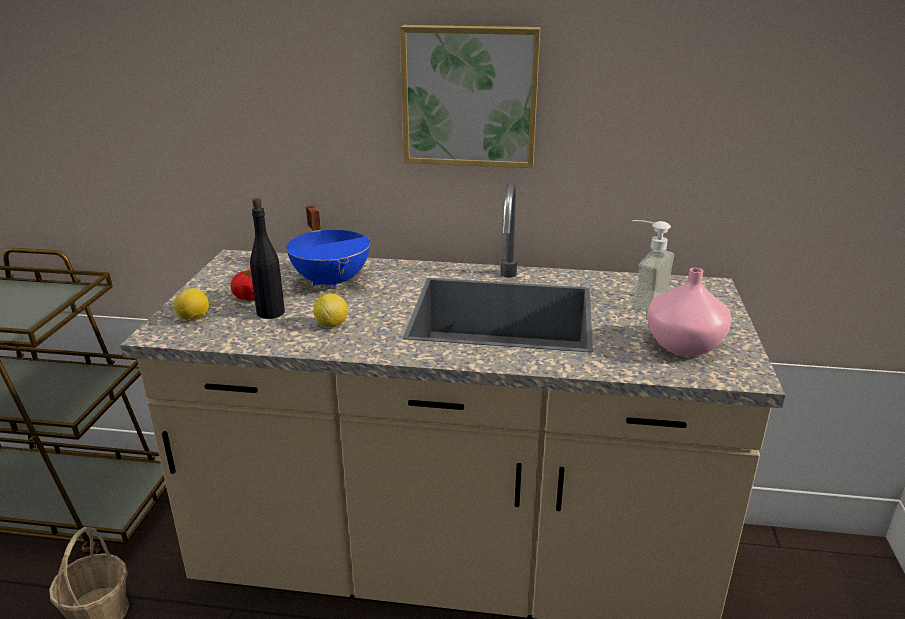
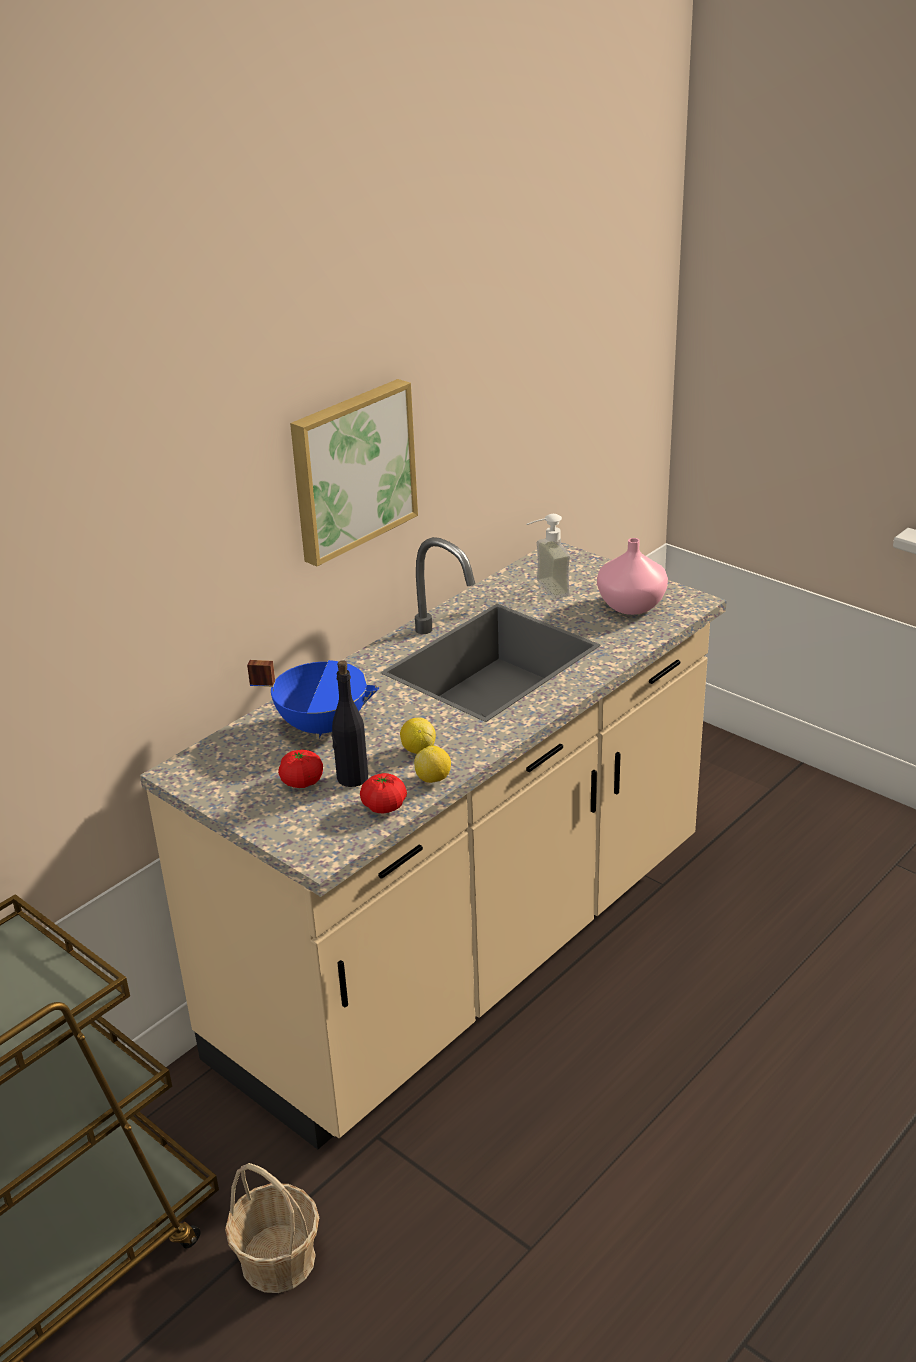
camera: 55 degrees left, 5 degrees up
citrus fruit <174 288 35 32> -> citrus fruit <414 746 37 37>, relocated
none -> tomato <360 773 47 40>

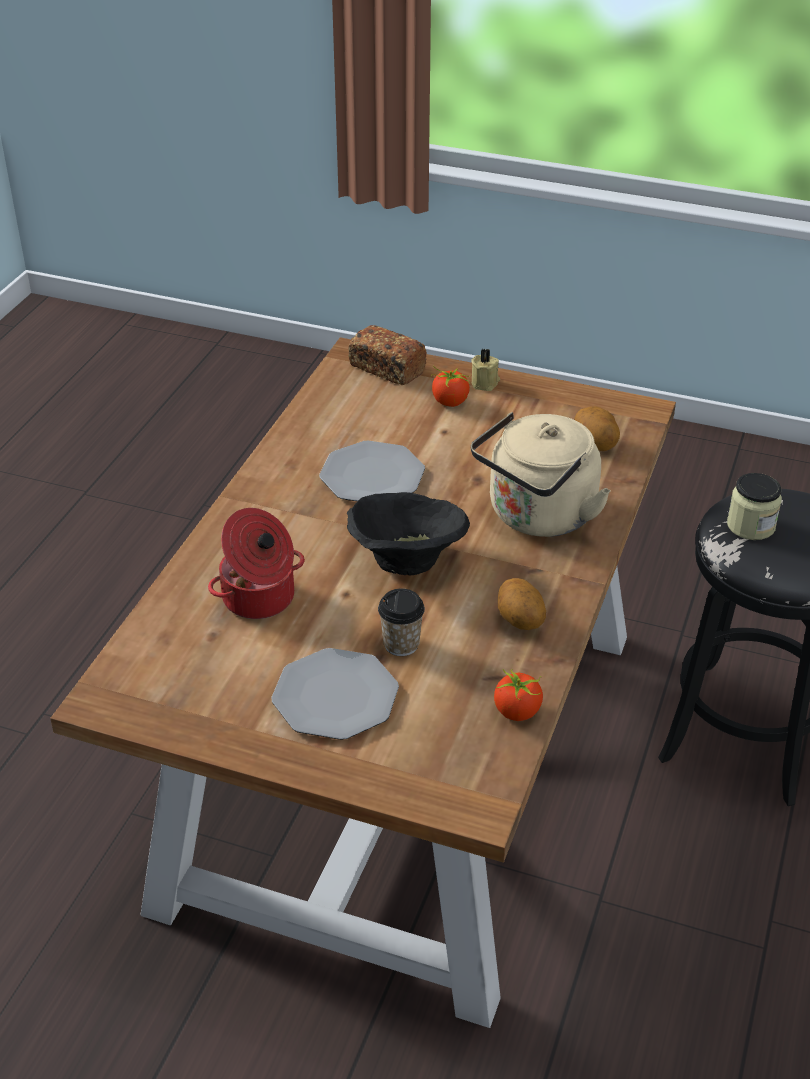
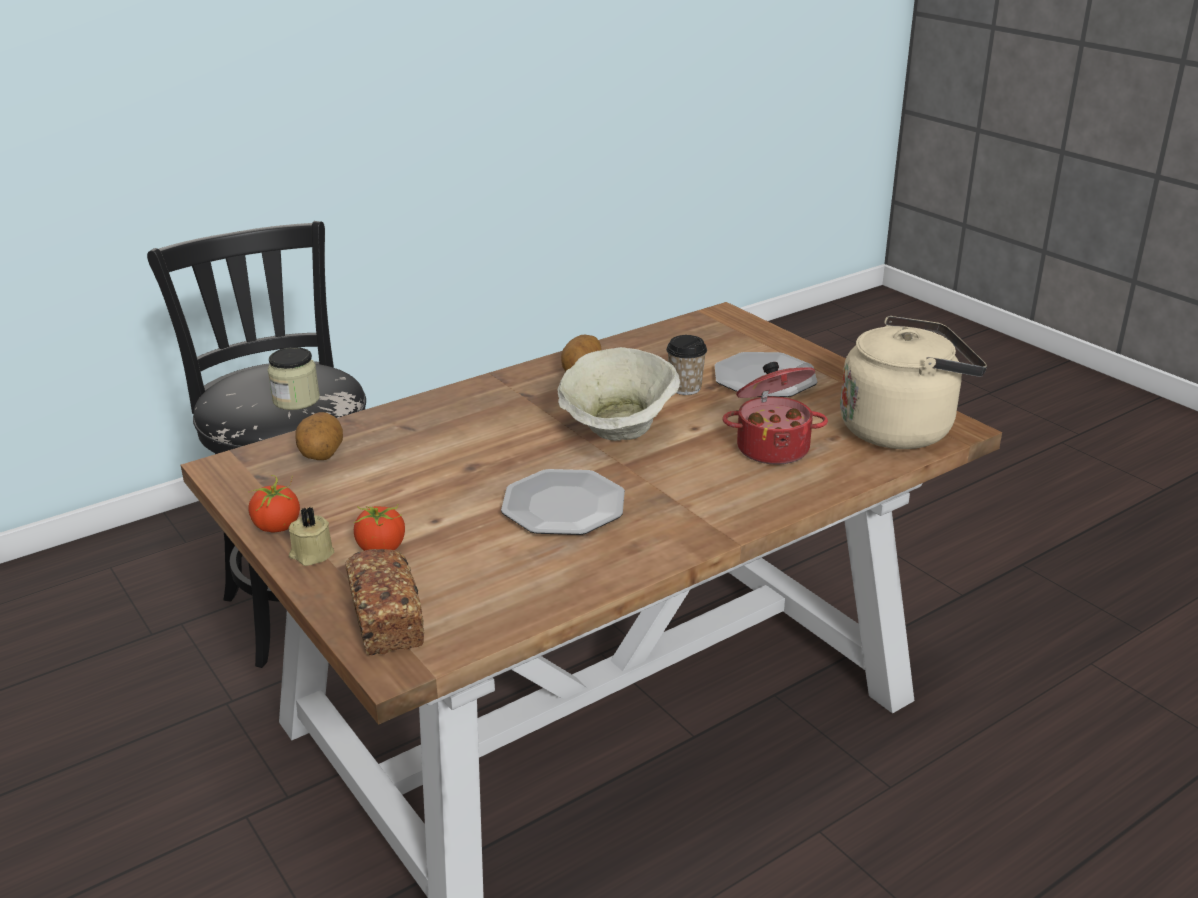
camera: 145 degrees left, 10 degrees down
black bowl <347 492 123 83> -> sand-coloured bowl <557 347 123 94>
sand-coloured tea kettle <471 412 140 125> -> sand-coloured tea kettle <840 316 147 133>, relocated
tomato <494 669 49 52> -> tomato <248 475 52 57>, relocated

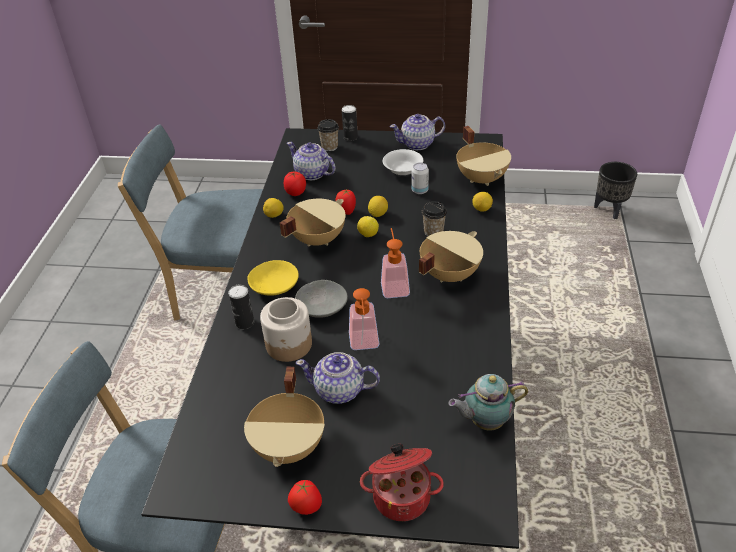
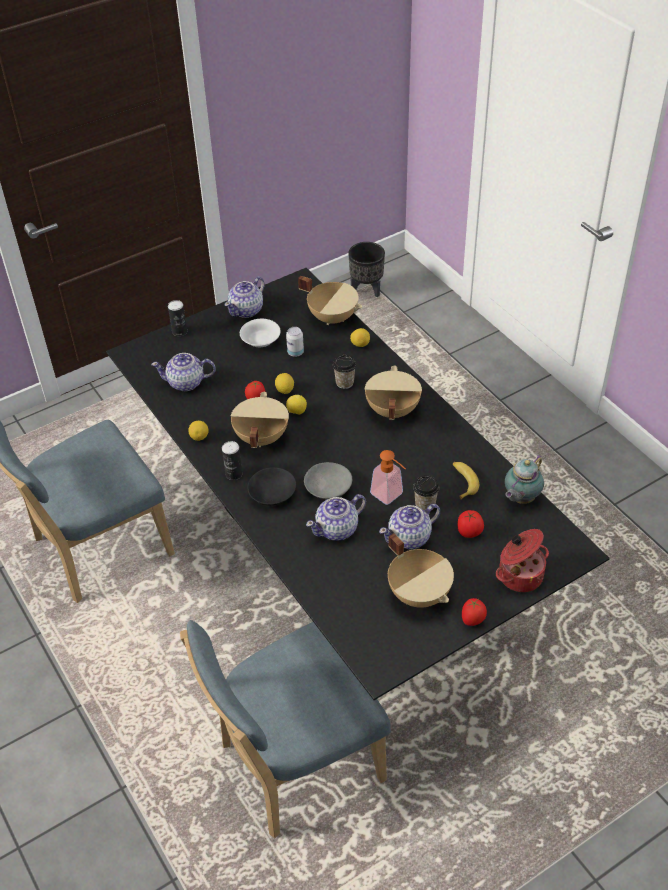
camera: 40 degrees left, 5 degrees up
metal can <228 285 26 44> -> metal can <222 441 20 39>, relocated
yellowish bowl <247 260 52 36> -> black bowl <247 467 49 38>
jar <260 297 52 65> -> teapot <306 494 60 47>
tomato <284 172 22 24> -> tomato <457 510 27 28>, relocated
drinking cup <318 119 21 32> -> drinking cup <413 475 26 35>, relocated
soap dispenser <381 228 29 70> -> none
none -> banana <453 462 26 38>

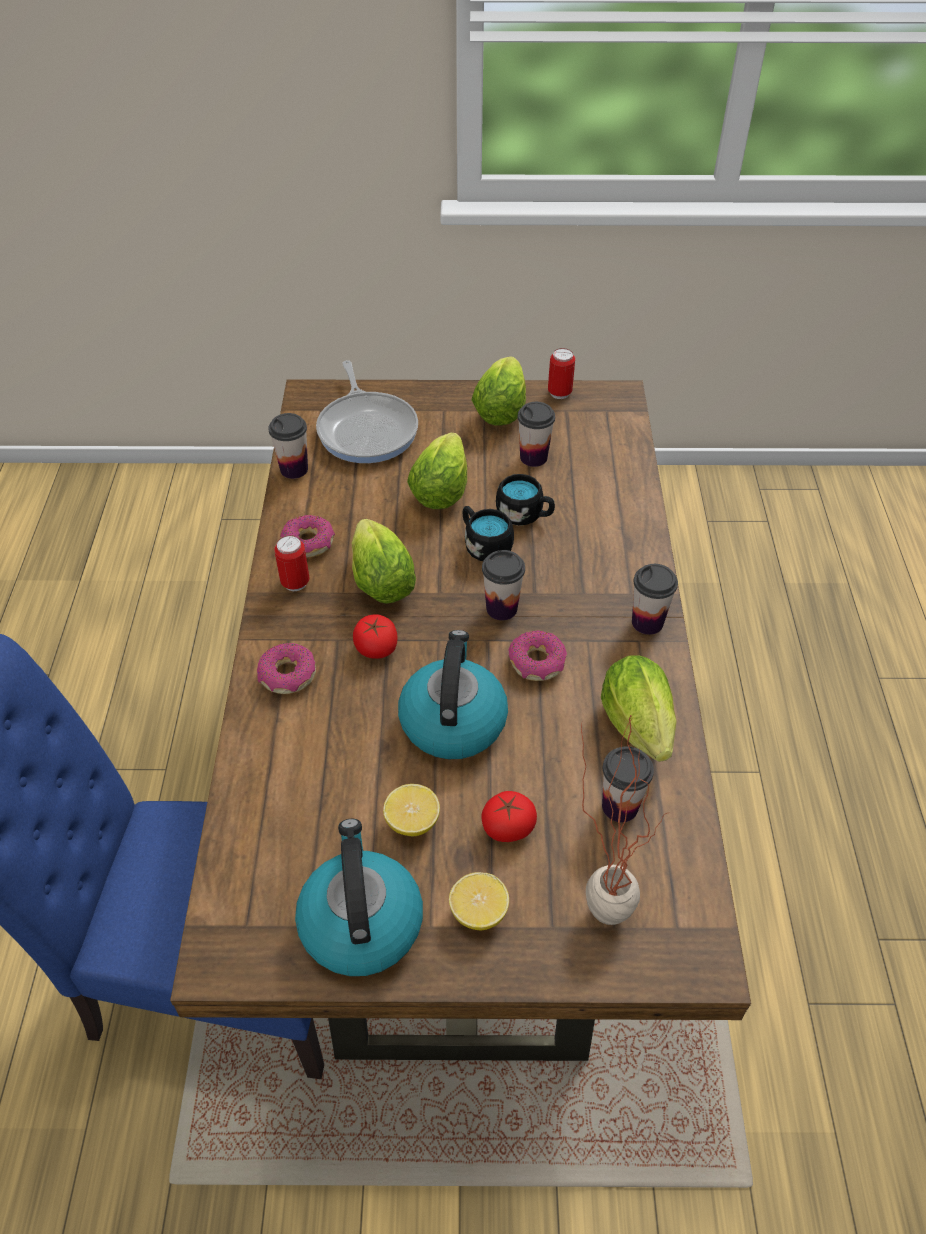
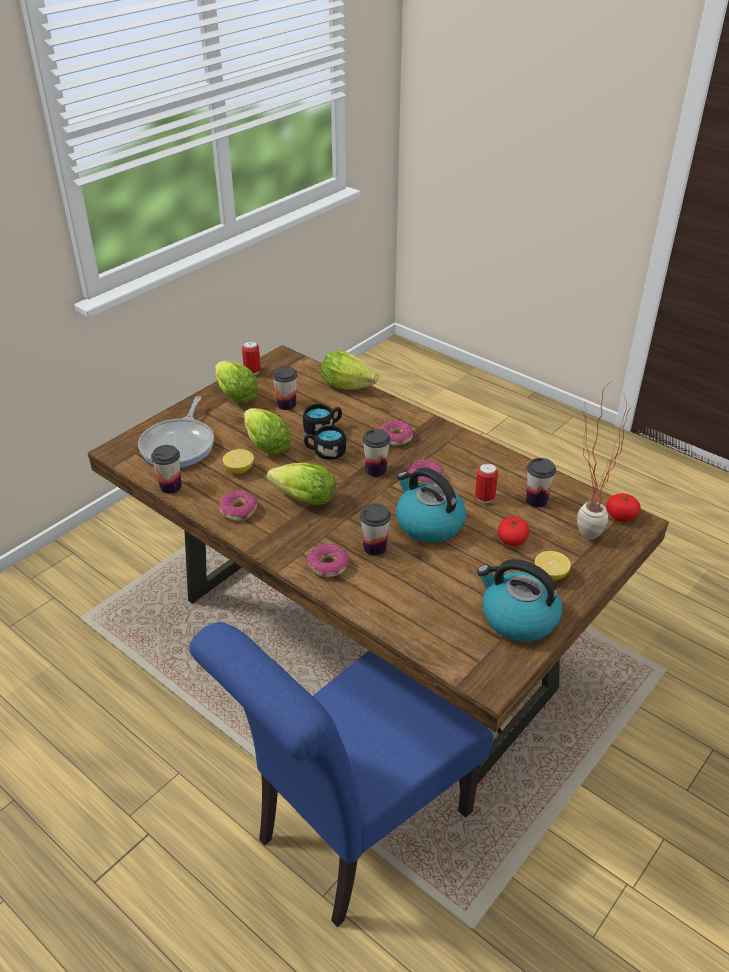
camera: 50 degrees left, 10 degrees down
metal can <274 535 35 56> -> metal can <475 463 23 40>, relocated
frying pan <316 360 102 103> -> frying pan <138 396 76 72>, 75 degrees clockwise
tomato <353 614 45 45> -> tomato <606 493 35 29>, relocated
citrus fruit <383 784 57 52> -> citrus fruit <223 449 31 25>, relocated
lettuce <601 655 76 107> -> lettuce <321 350 57 39>, relocated
drinking cup <632 564 46 71> -> drinking cup <360 504 31 52>, relocated
none -> donut <380 420 33 25>

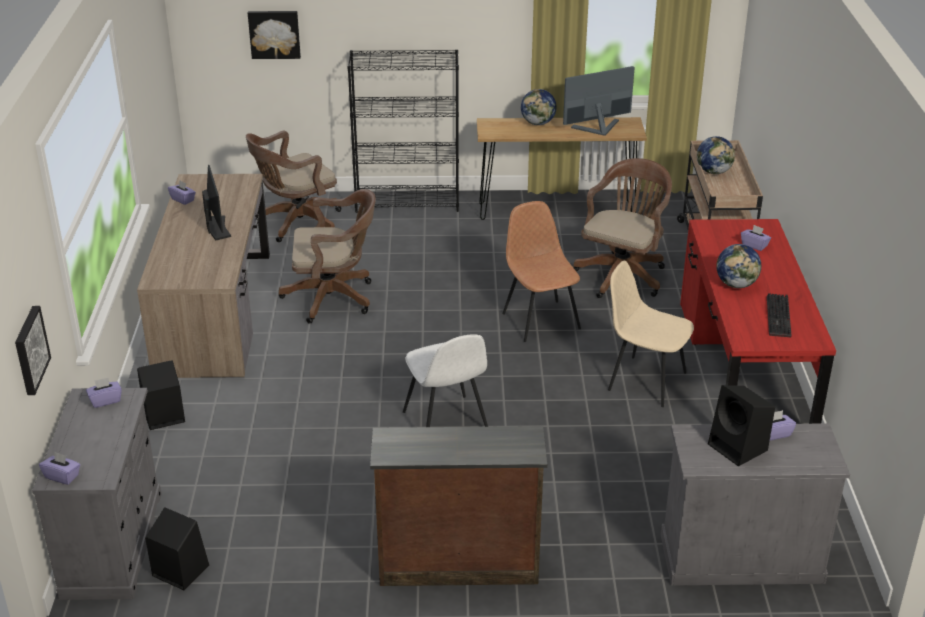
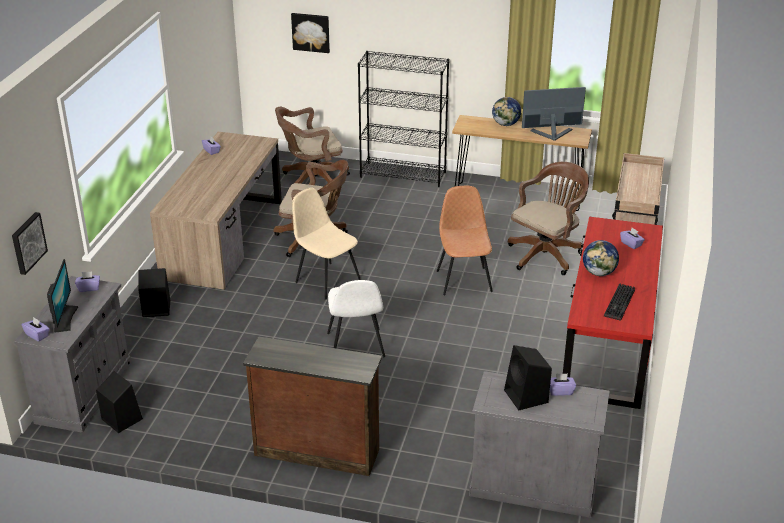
camera: 15 degrees right, 0 degrees up
monitor <202 165 29 76> -> monitor <47 259 31 74>, relocated
sand-coloured chair <608 260 86 147> -> sand-coloured chair <292 188 68 112>, relocated
globe <697 136 38 38> -> none

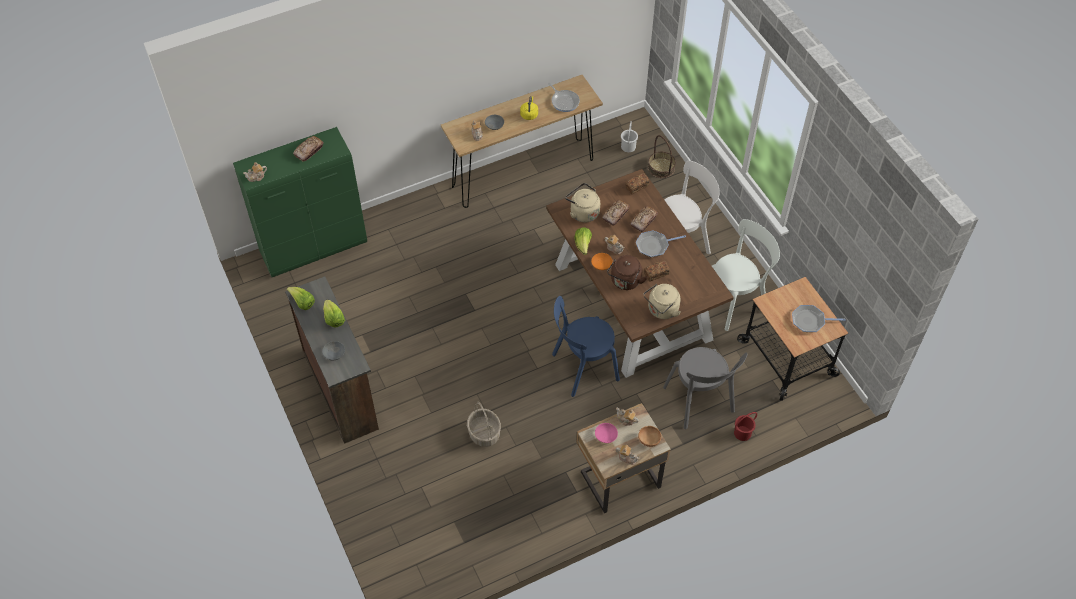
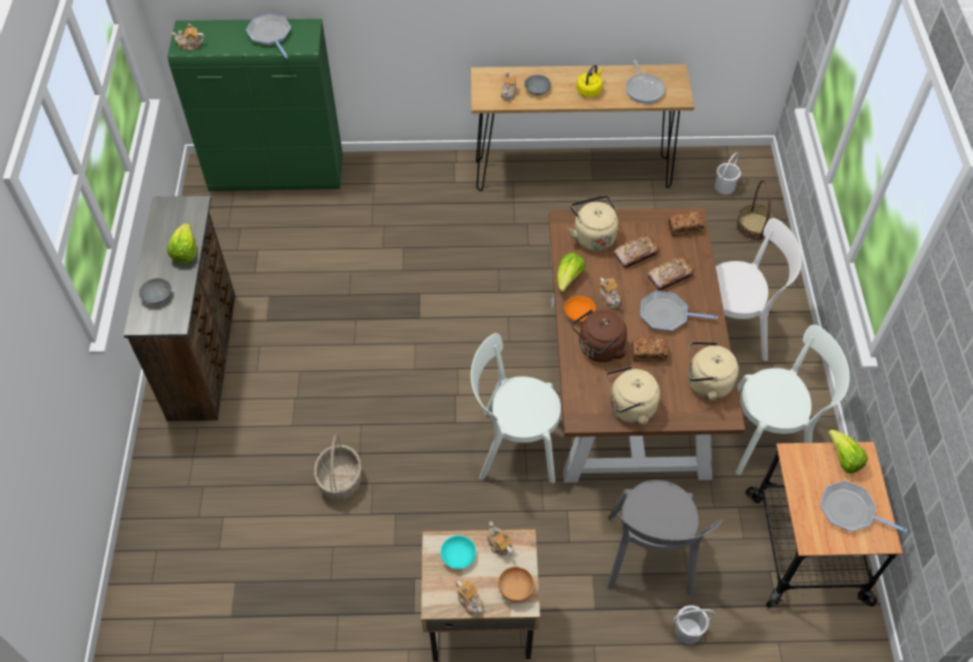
camera: 25 degrees right, 0 degrees up
lettuce <287 287 28 23> -> lettuce <828 430 40 43>, relocated
bakery bread <293 136 31 25> -> frying pan <246 14 45 44>
blue-coloured chair <552 296 68 101> -> white chair <471 333 90 150>
pink-coloured bowl <595 423 23 20> -> turquoise bowl <441 535 35 34>
reddish pail <734 412 23 29> -> white pail <673 605 42 39>
none -> sand-coloured tea kettle <688 341 51 59>

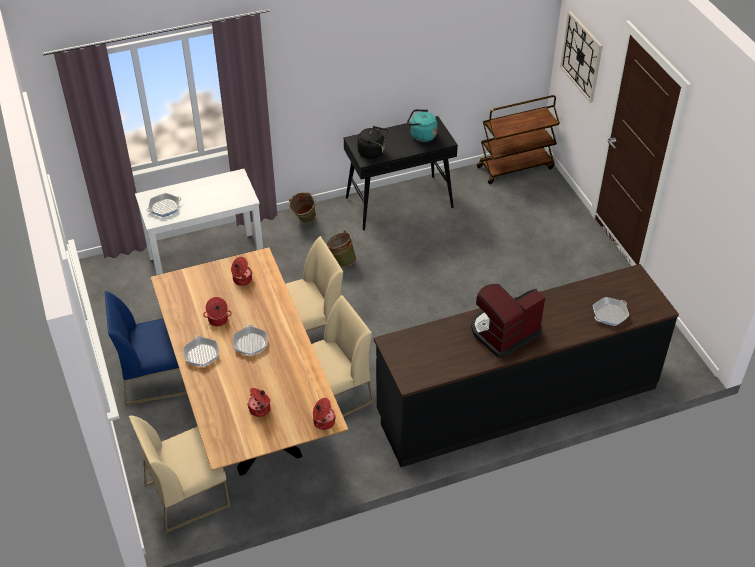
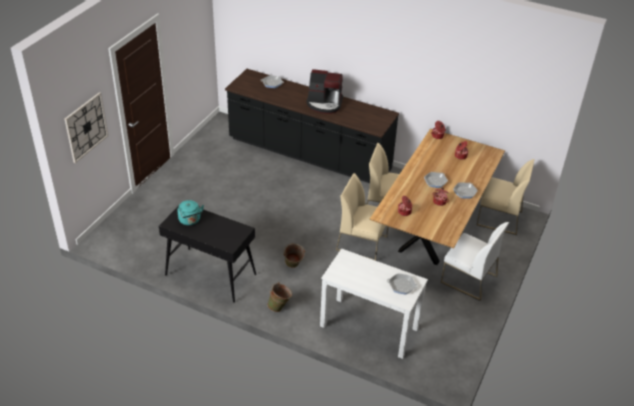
camera: 135 degrees left, 5 degrees down
blue-coloured chair <105 291 82 114> -> white chair <441 222 68 79>
black tea kettle <357 126 31 33> -> none
brown-coloured wheeled cart <477 95 83 89> -> none

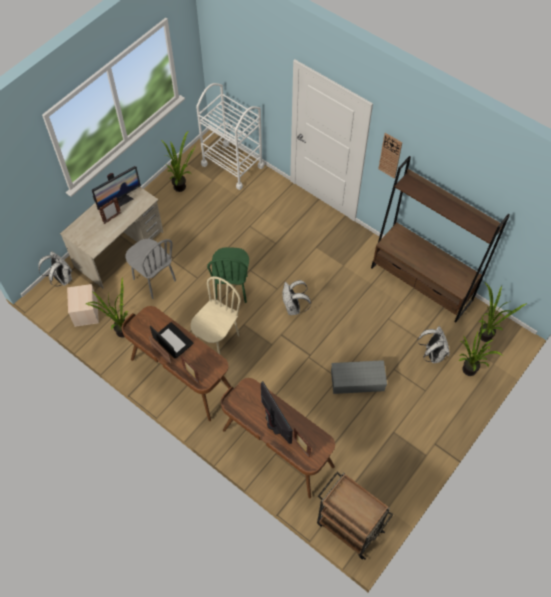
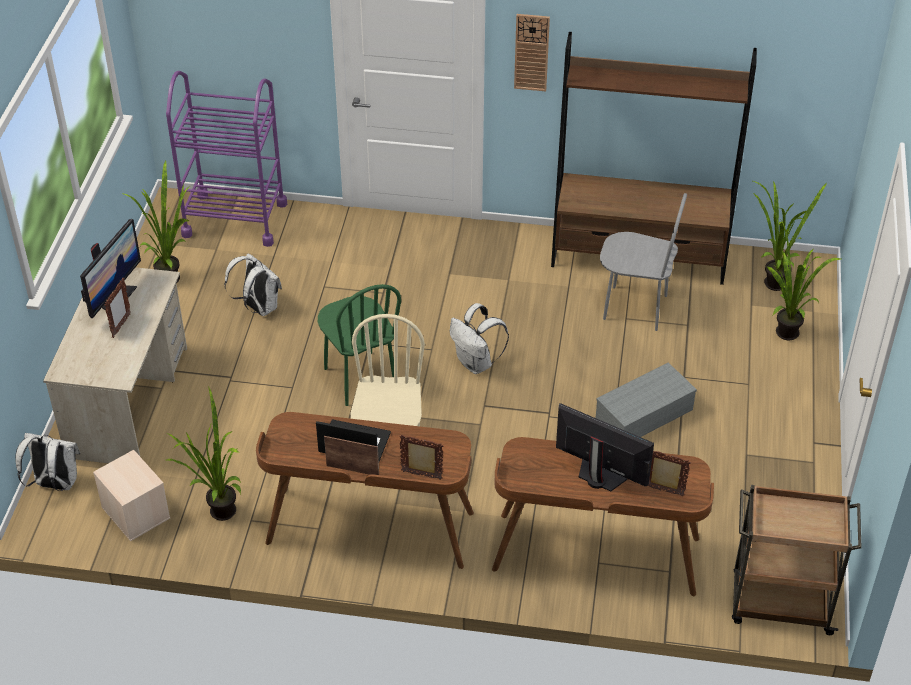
camera: 30 degrees left, 15 degrees down
grey chair <126 239 50 60> -> grey chair <600 193 87 138>, relocated
white wheeled cart <196 83 68 107> -> purplish wheeled cart <166 71 121 176>
white backpack <417 326 33 37> -> white backpack <224 253 58 63>, relocated

